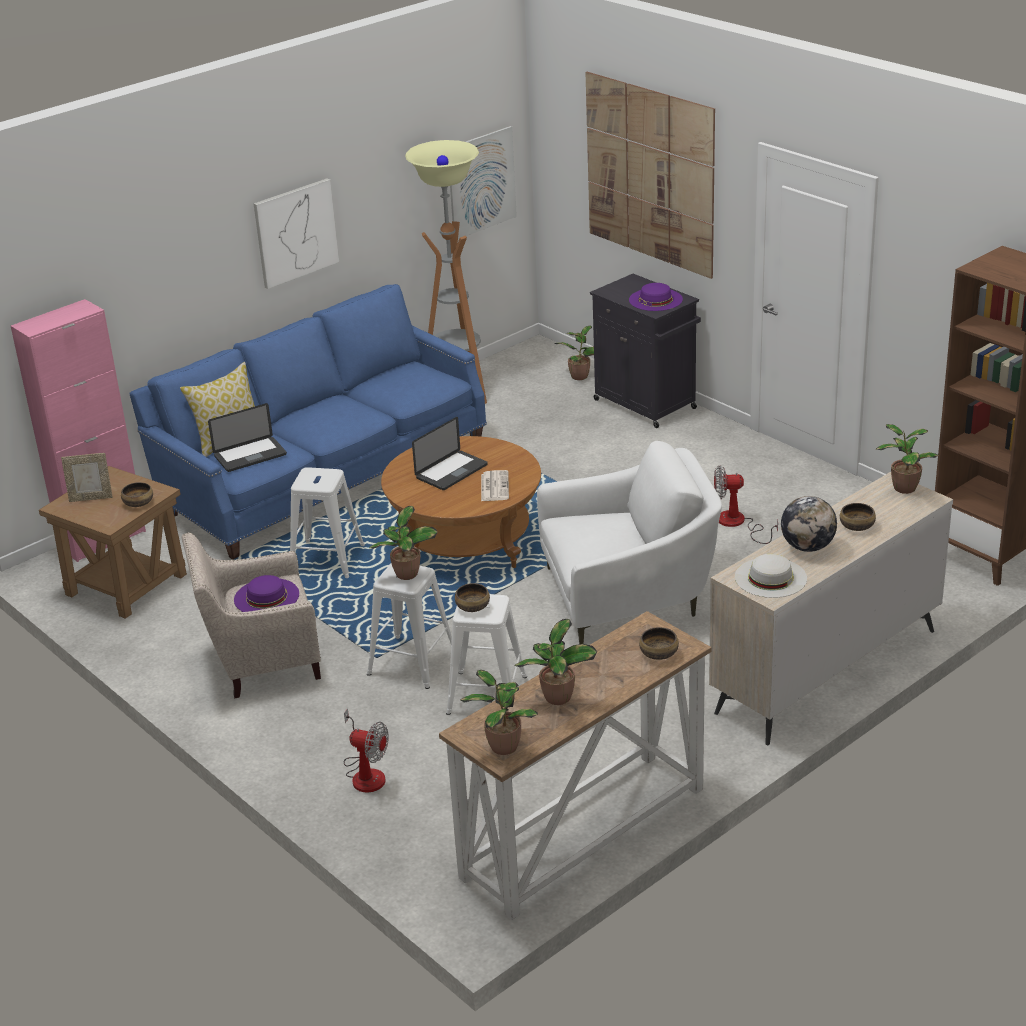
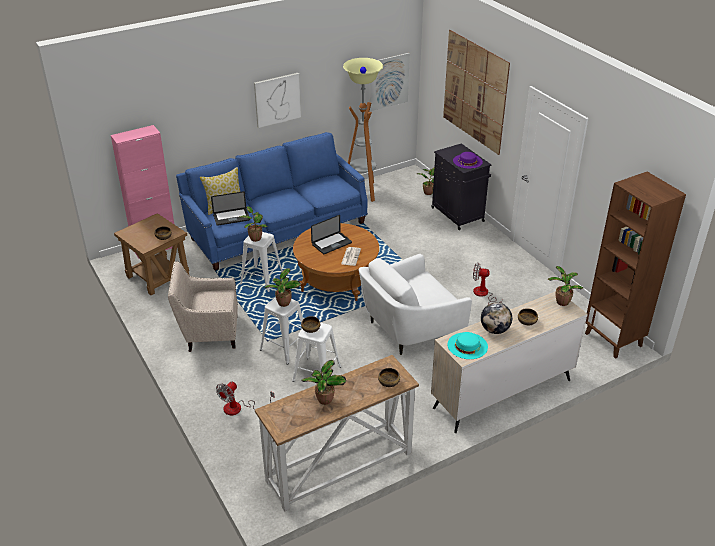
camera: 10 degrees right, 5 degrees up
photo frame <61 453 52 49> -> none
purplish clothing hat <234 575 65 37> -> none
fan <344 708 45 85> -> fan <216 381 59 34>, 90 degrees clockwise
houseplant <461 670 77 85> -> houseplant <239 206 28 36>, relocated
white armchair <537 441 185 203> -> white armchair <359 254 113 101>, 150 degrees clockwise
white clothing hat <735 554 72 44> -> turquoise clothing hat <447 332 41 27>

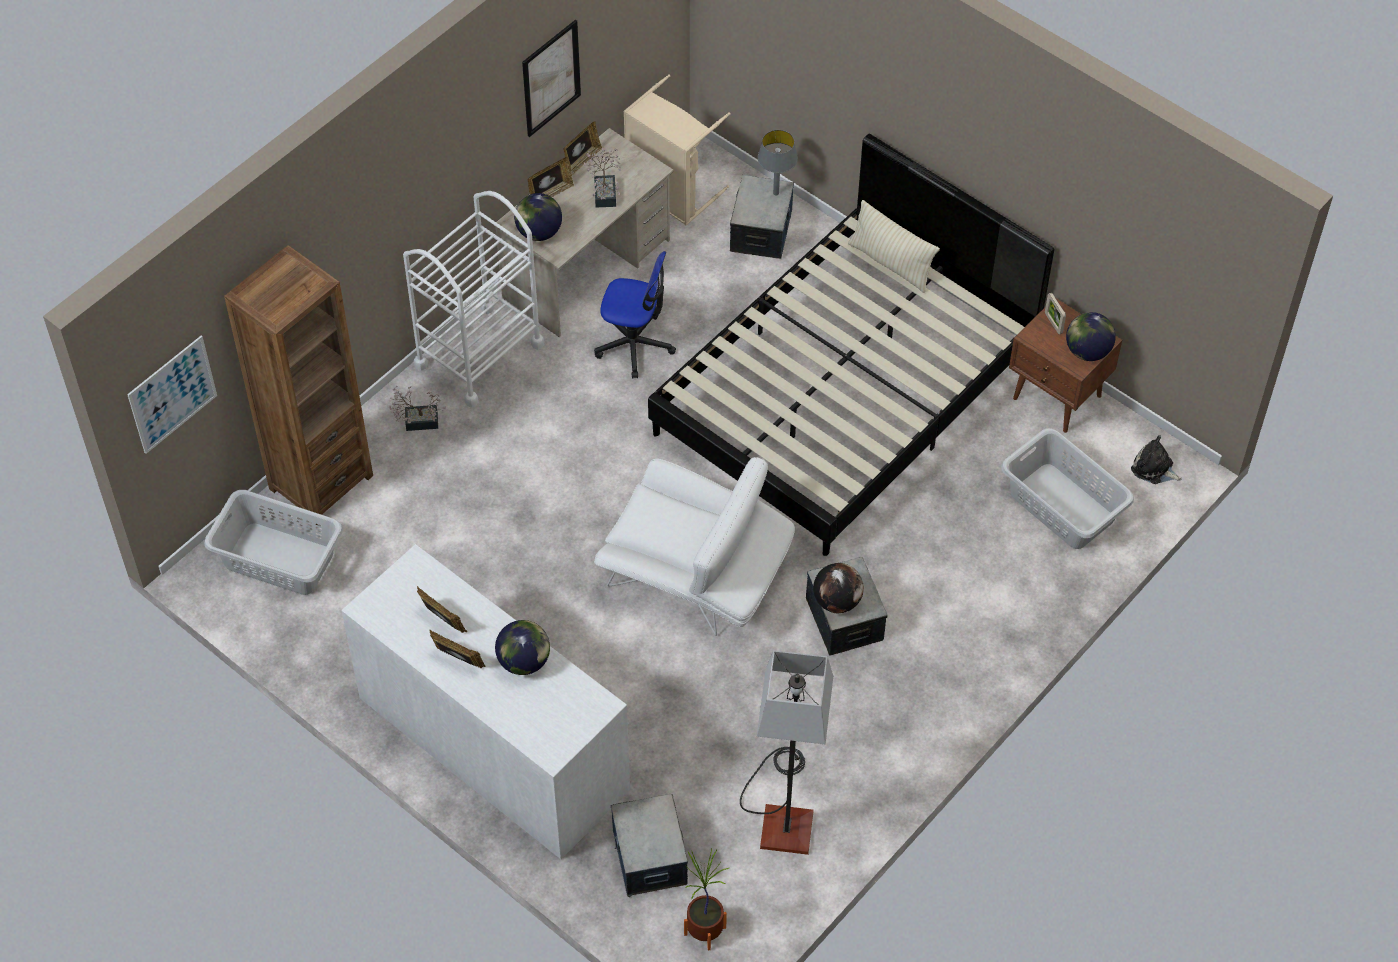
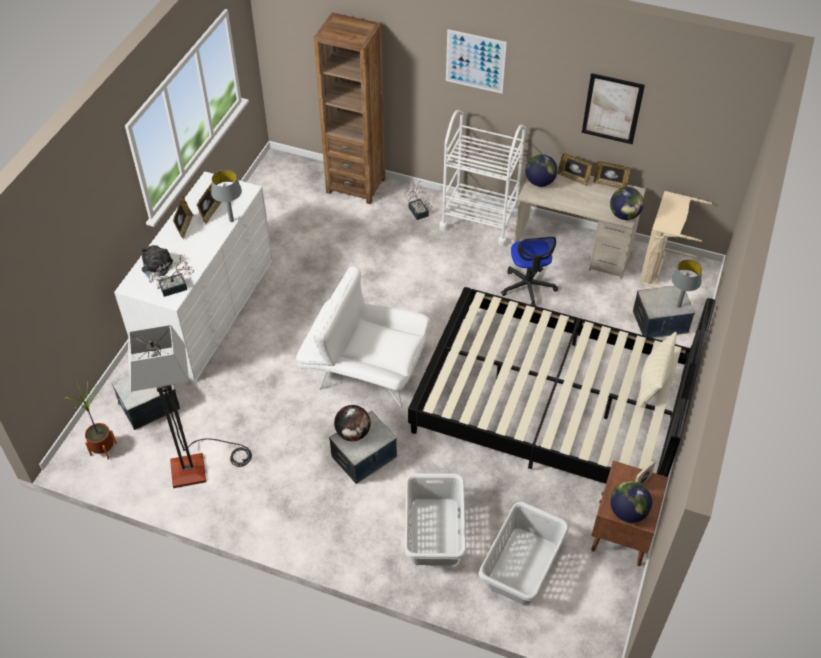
camera: 70 degrees right, 5 degrees down
wall picture <127 336 90 118> -> wall picture <446 29 61 65>, relocated
grey washing basket <205 490 138 105> -> grey washing basket <405 473 61 92>, relocated
globe <495 620 55 55> -> globe <610 187 34 33>, relocated
houseplant <584 148 38 59> -> houseplant <151 254 43 43>, relocated
white armchair <594 457 201 179> -> white armchair <296 266 135 141>, 105 degrees clockwise
cuddly toy <1131 435 51 49> -> cuddly toy <141 245 32 38>, relocated
none -> grey table lamp <211 170 31 52>

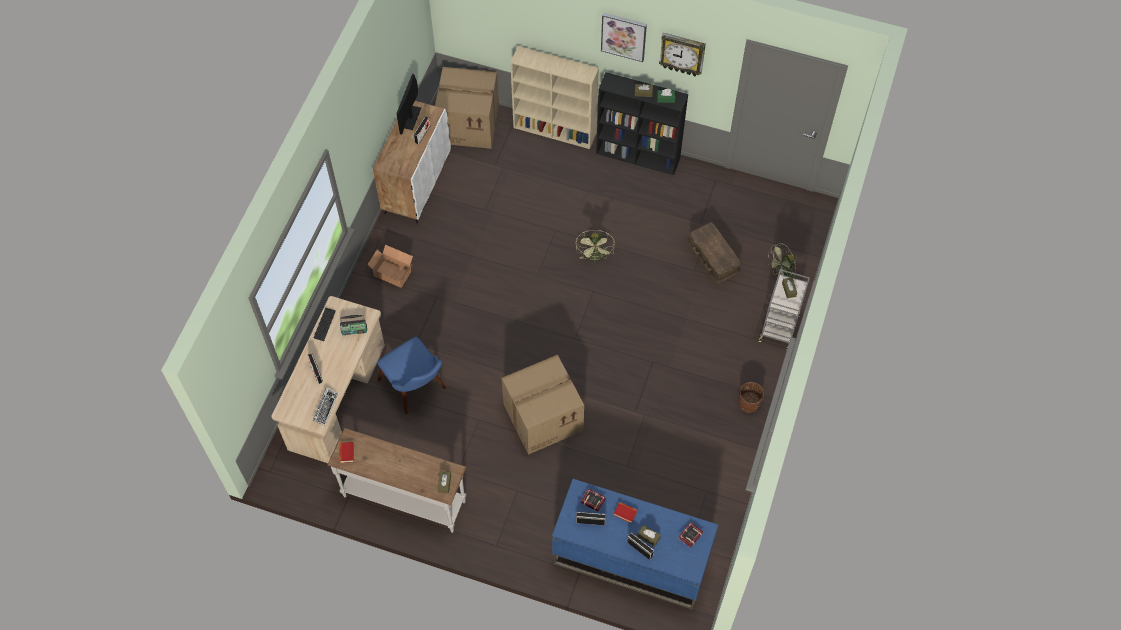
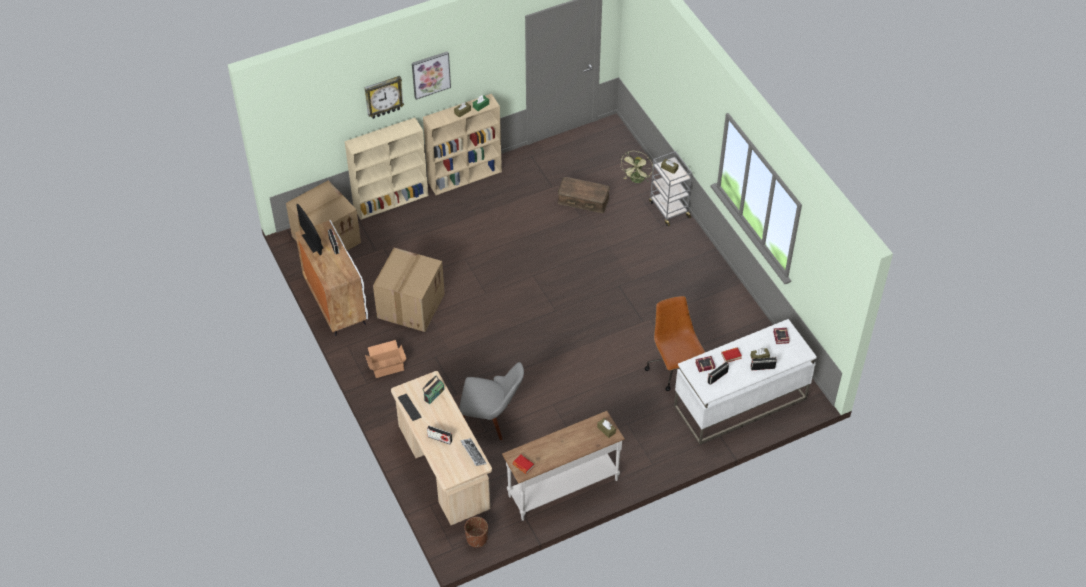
camera: 45 degrees left, 10 degrees down
blue-coloured chair <377 337 69 77> -> grey chair <459 362 65 78>
packing box <501 355 83 100> -> packing box <373 248 72 84>, relocated
blue-coloured desk unit <552 479 166 131> -> white desk unit <674 319 143 125>
green fan <576 230 39 31> -> none
black bookcase <596 72 92 103> -> sand-coloured bookcase <423 94 79 101>
clock on the wall <659 33 47 44> -> clock on the wall <365 76 39 43>, relocated
brown-coloured flower pot <738 382 26 31> -> brown-coloured flower pot <465 517 23 31>, relocated
none -> brown-coloured office chair <645 296 60 95>

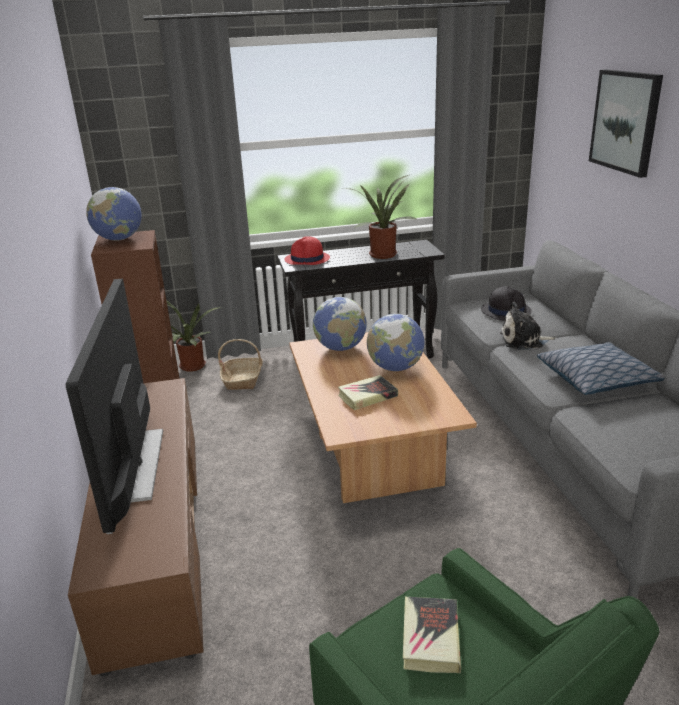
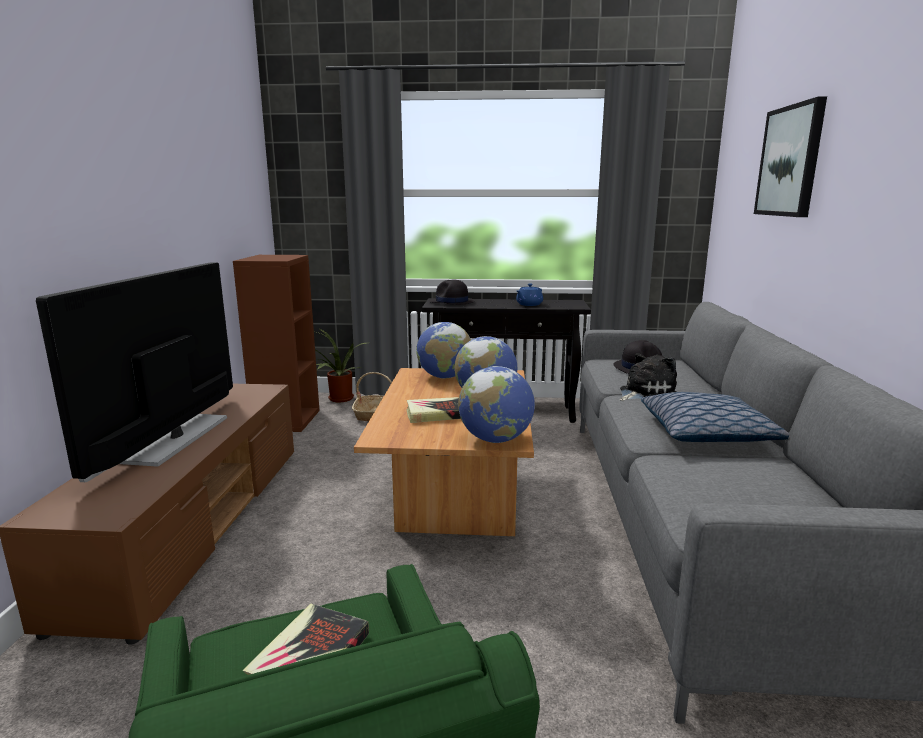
camera: 15 degrees right, 10 degrees down
globe <86 187 56 54> -> globe <458 366 77 77>, relocated
reddish clothing hat <284 236 46 29> -> black clothing hat <430 279 45 26>
houseplant <344 175 74 84> -> blue-coloured teapot <516 284 27 22>
cuddly toy <500 302 56 48> -> cuddly toy <620 353 57 48>, 135 degrees clockwise

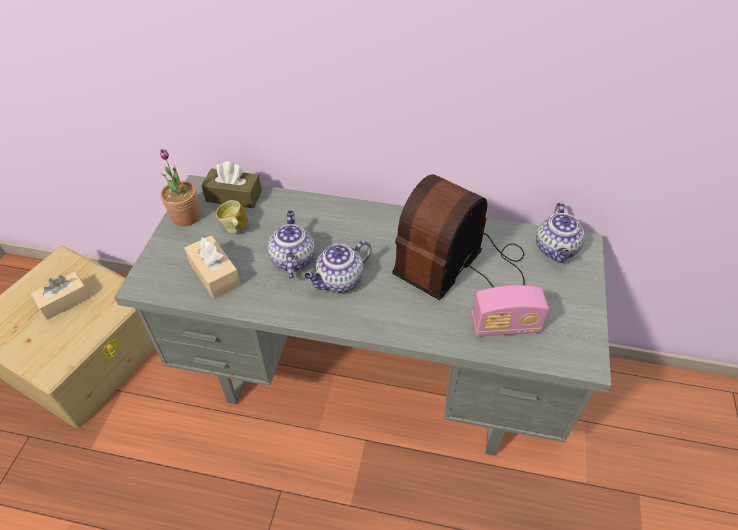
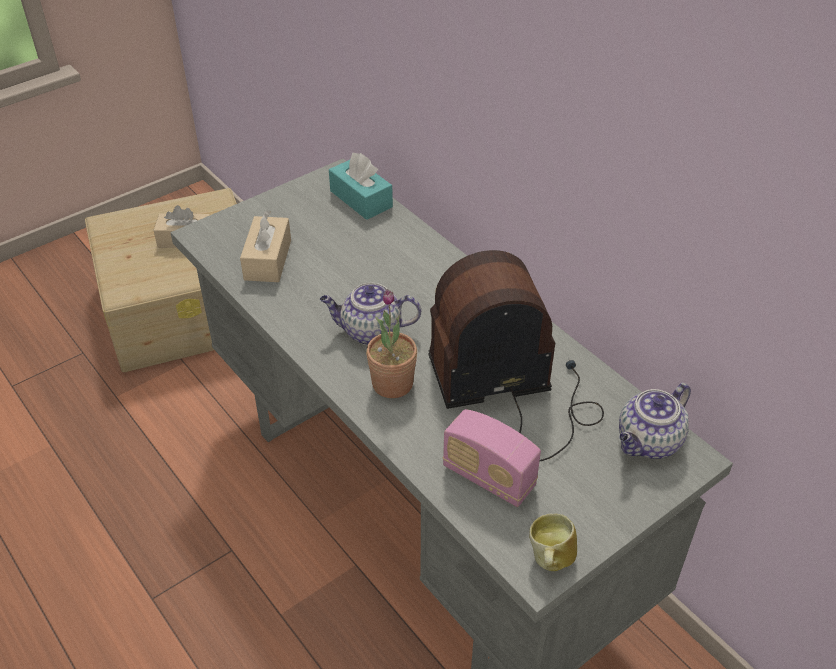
camera: 40 degrees right, 5 degrees down
houseplant <160 149 40 77> -> houseplant <366 289 51 109>, relocated
brown-coloured box of tissues <201 162 61 46> -> turquoise box of tissues <329 153 64 67>
coffee mug <216 200 32 34> -> coffee mug <529 513 48 58>, relocated
teapot <268 210 47 68> -> none

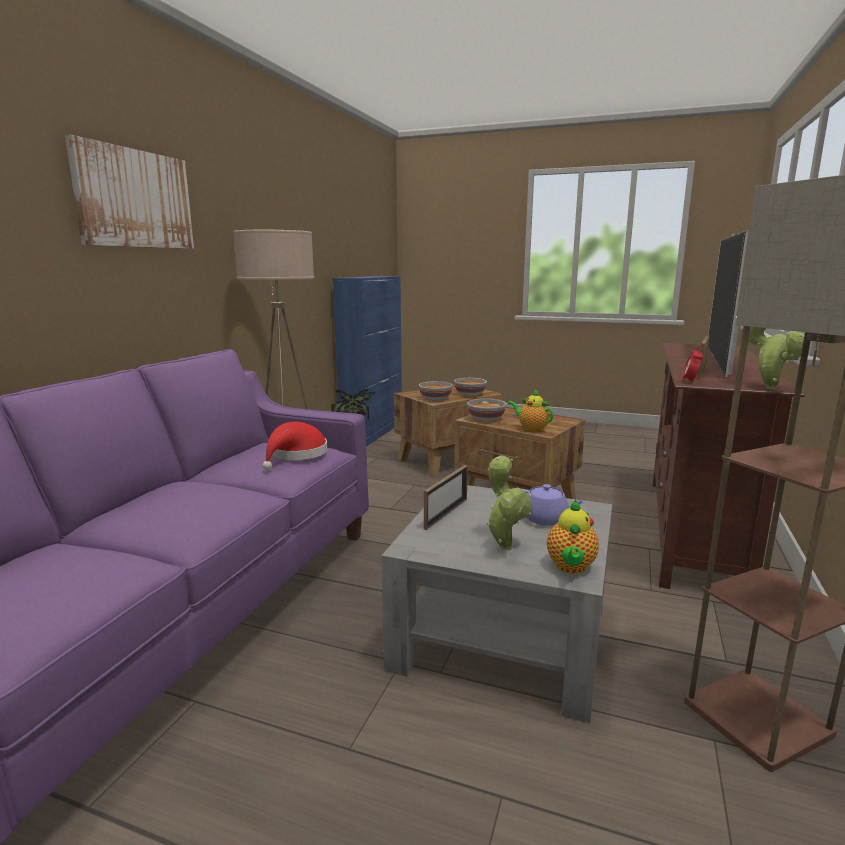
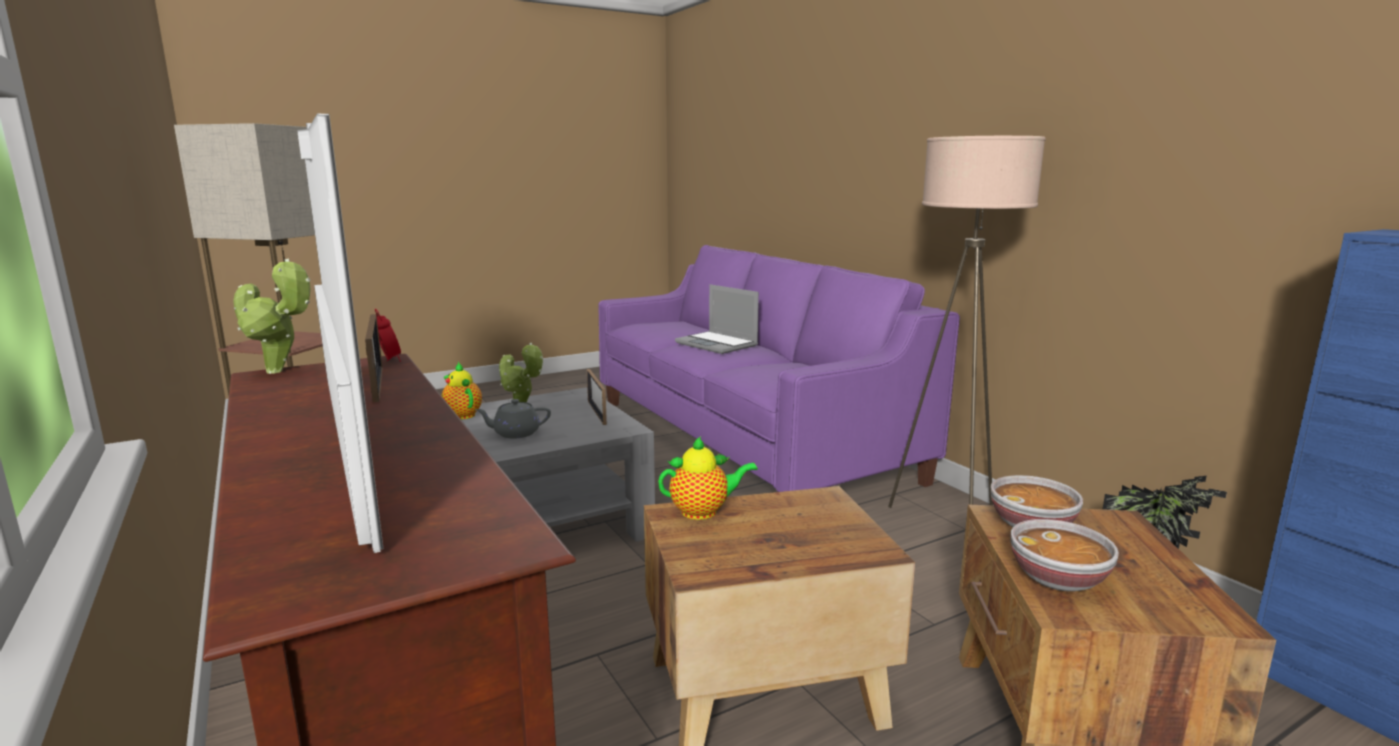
camera: 130 degrees right, 0 degrees up
wall picture <65 135 129 114> -> none
reddish clothing hat <263 422 64 48> -> none
bowl <467 398 40 23> -> none
purplish teapot <520 484 65 42> -> grey teapot <475 399 76 39>
none -> portable computer <675 284 84 70>

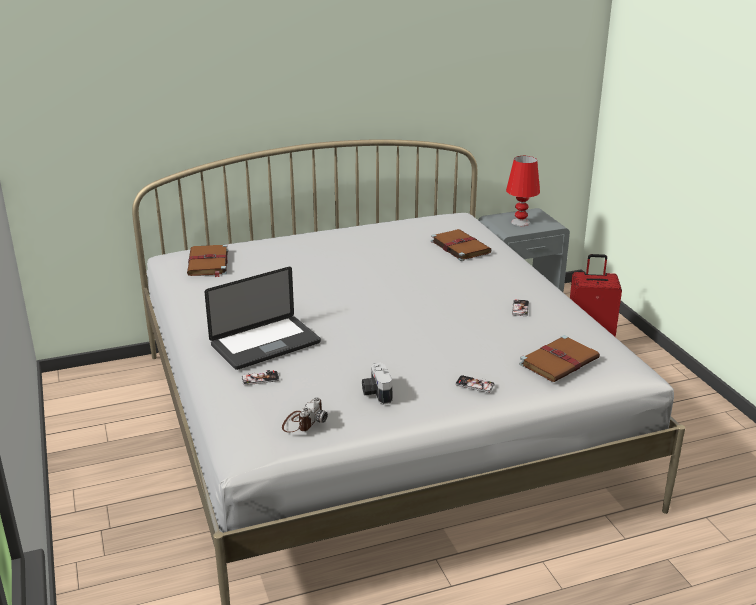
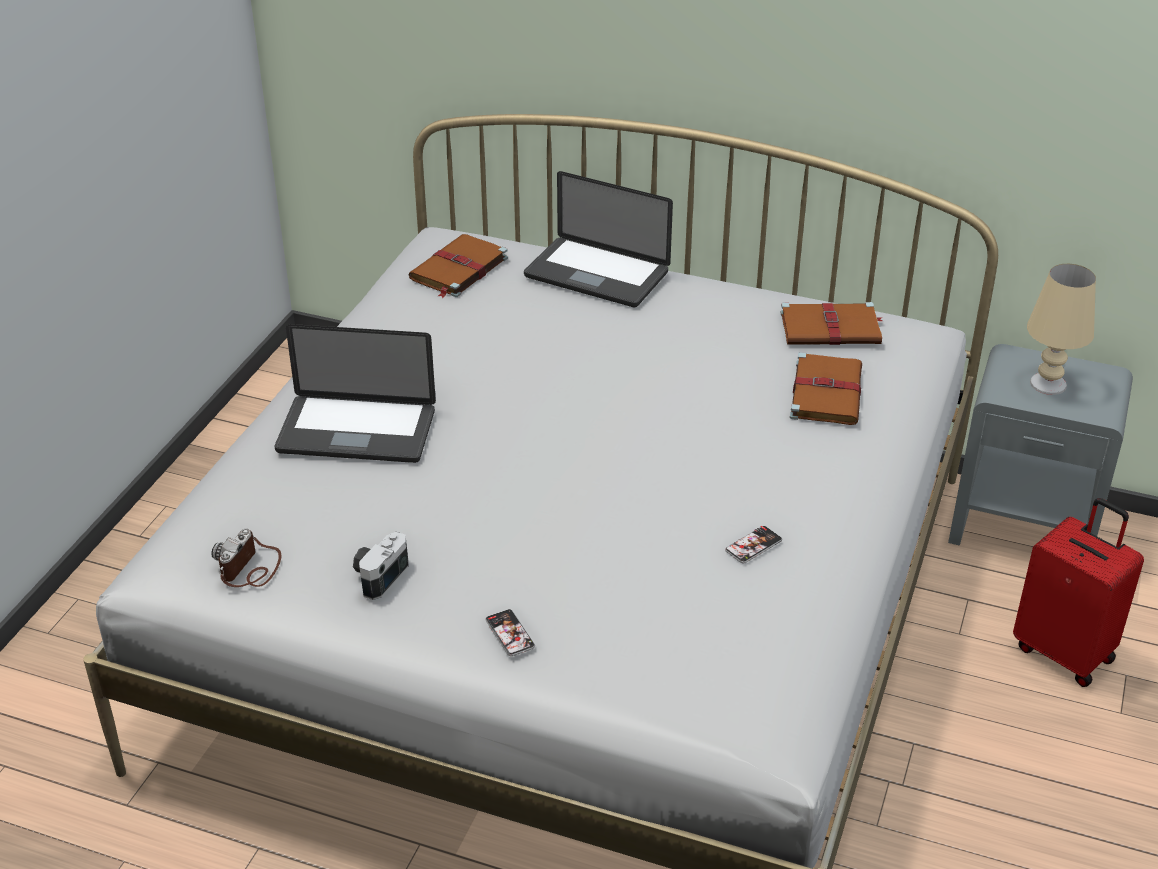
camera: 40 degrees right, 10 degrees up
handset <242 370 38 15> -> none
still camera <282 397 46 36> -> still camera <211 529 70 58>, 135 degrees clockwise
reddish table lamp <506 156 34 70> -> sand-coloured table lamp <1027 264 69 131>
brown-coloured volume <519 335 81 47> -> brown-coloured volume <781 302 101 43>, relocated
none -> portable computer <524 171 149 136>

